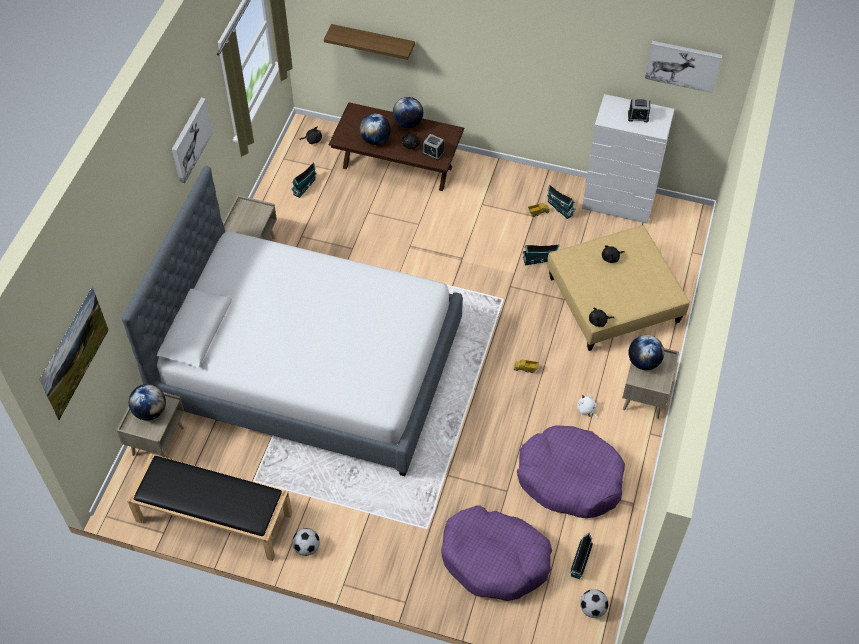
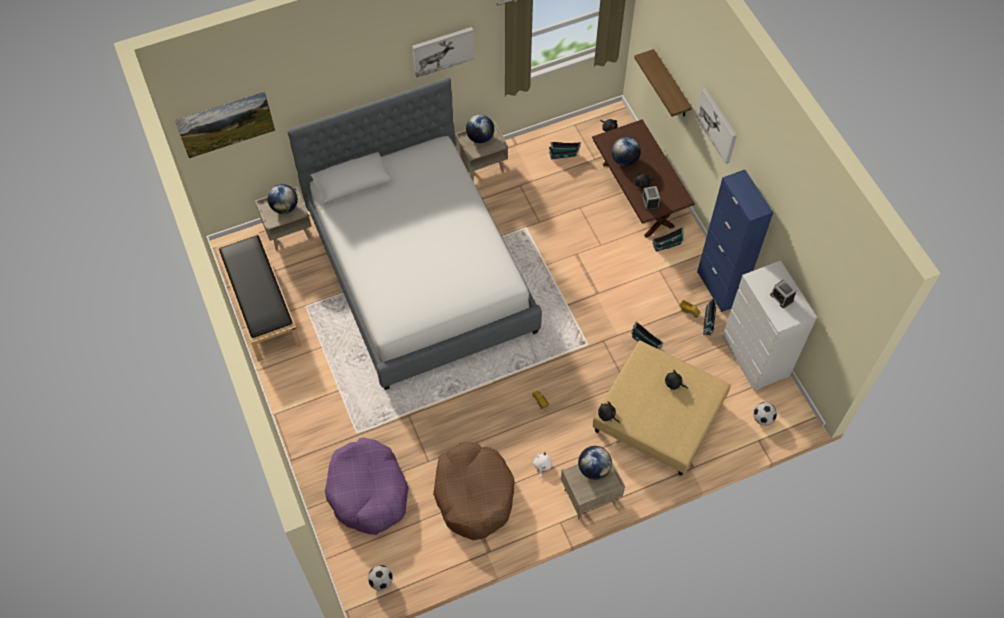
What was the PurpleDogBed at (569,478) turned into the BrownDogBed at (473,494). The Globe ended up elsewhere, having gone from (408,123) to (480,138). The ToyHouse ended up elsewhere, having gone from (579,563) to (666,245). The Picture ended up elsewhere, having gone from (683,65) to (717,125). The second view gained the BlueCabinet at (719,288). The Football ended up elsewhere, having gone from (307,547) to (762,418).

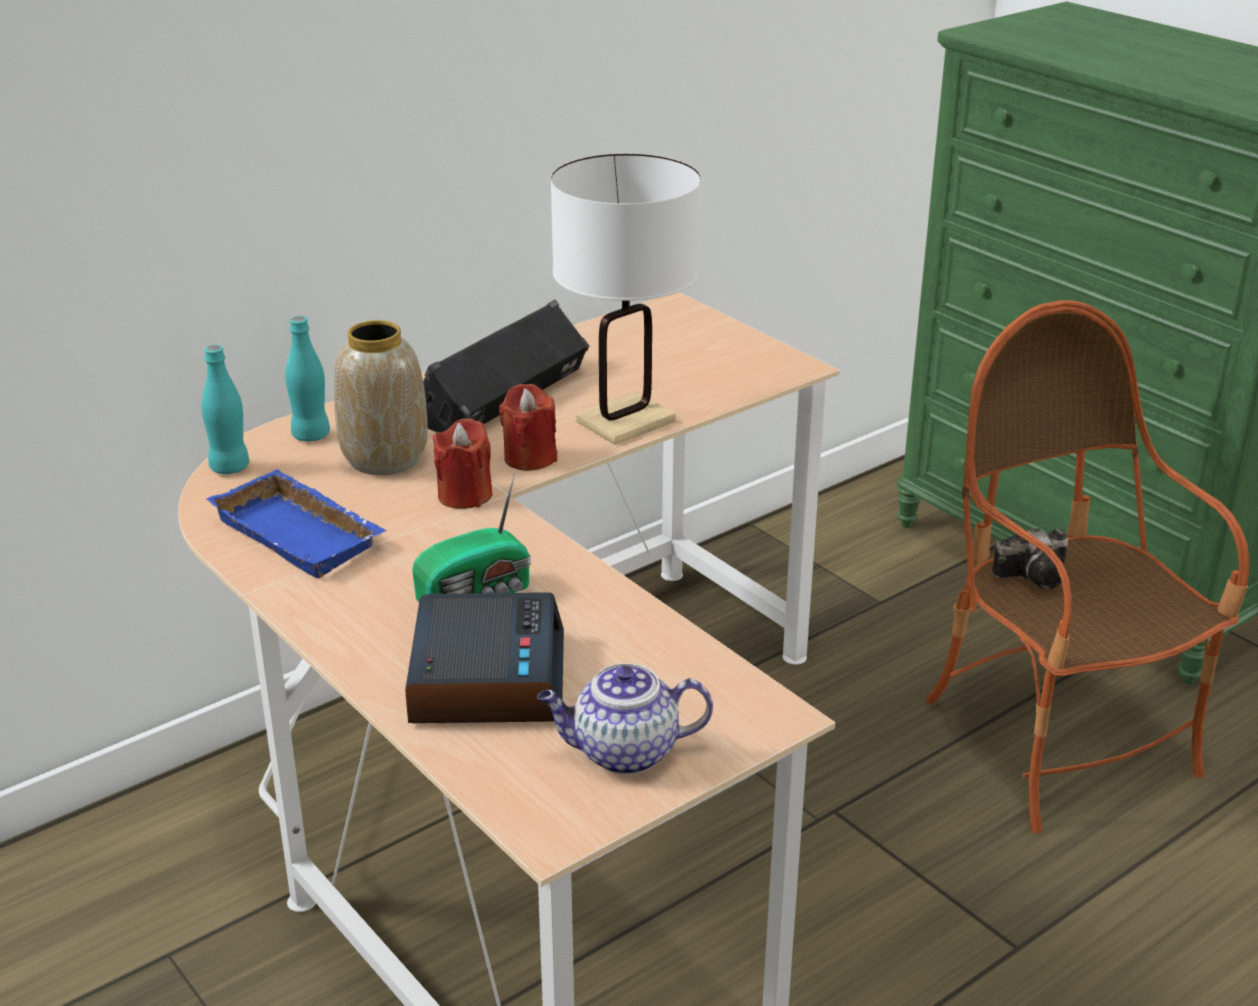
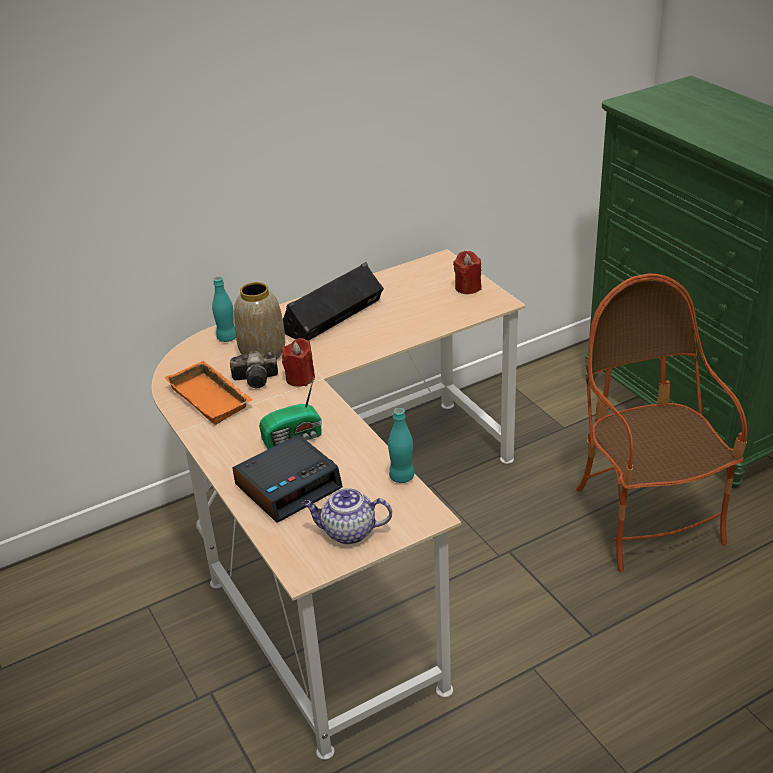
What was the BlueTray at (303,533) turned into the OrangeTray at (212,398). The PhotoCamera ended up elsewhere, having gone from (1036,575) to (258,379). The AlarmClock at (486,677) ended up facing another way, 45 degrees clockwise from before. The TurquoiseBottle ended up elsewhere, having gone from (230,467) to (402,477). The RedCandle ended up elsewhere, having gone from (530,458) to (468,287). The second view lost the WhiteTableLamp at (625,422).

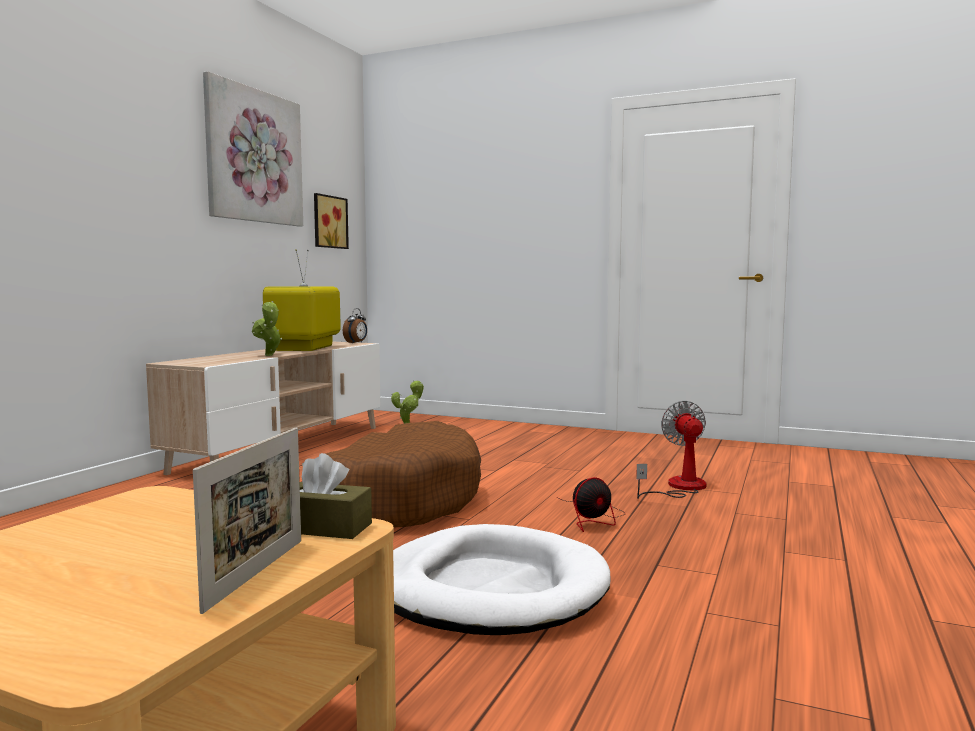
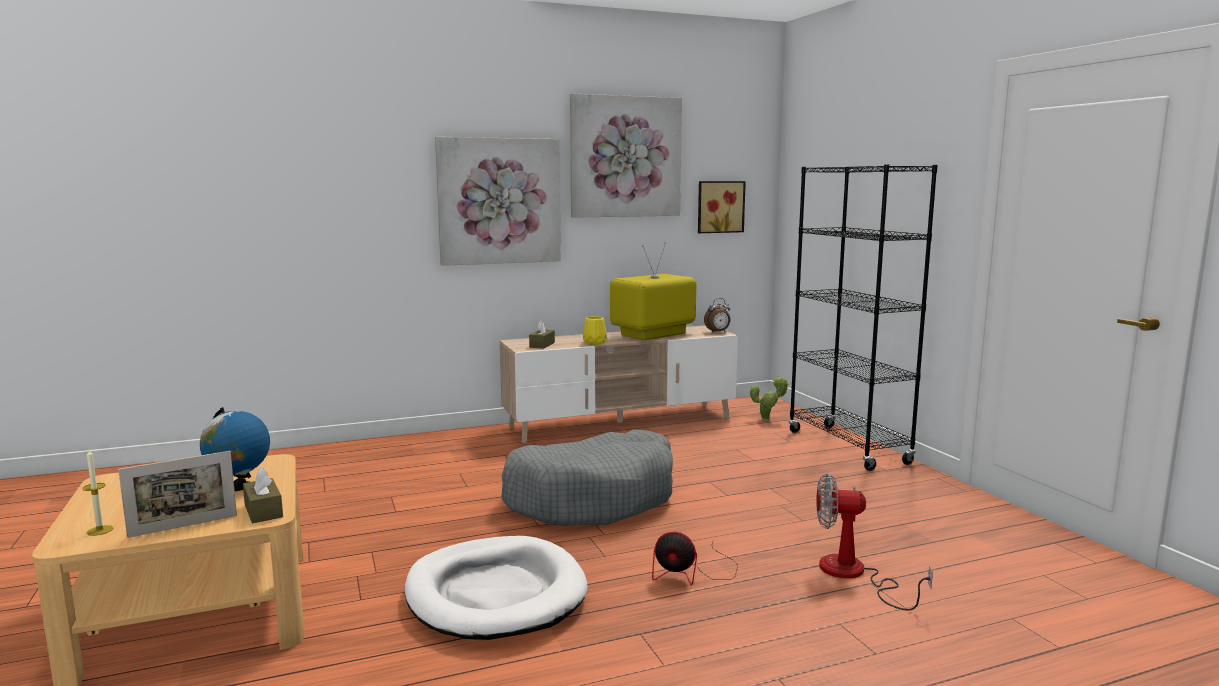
The second view gained the Candle at (100,530). The second view gained the Globe at (239,487). The second view gained the Picture at (499,201). What was the BrownDogBed at (395,500) turned into the GreyDogBed at (592,498). The second view gained the BrownTissueBox at (542,345). Where the PottedPlant stood at (269,355), the YellowVase came to stand at (595,342). The second view gained the BlackBookcase at (848,447). The Fan at (679,488) ended up facing another way, 120 degrees counterclockwise from before.

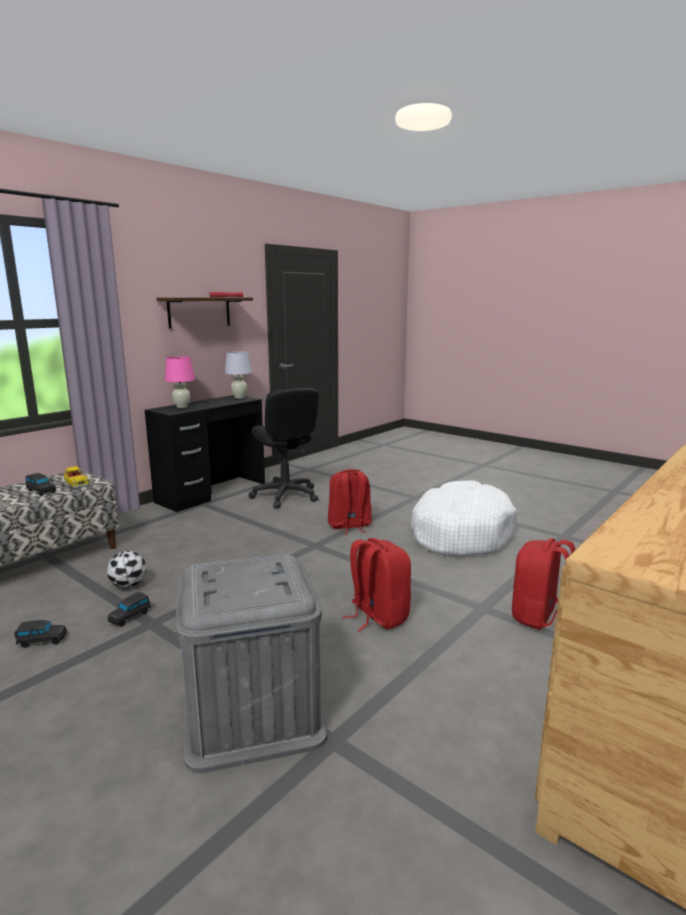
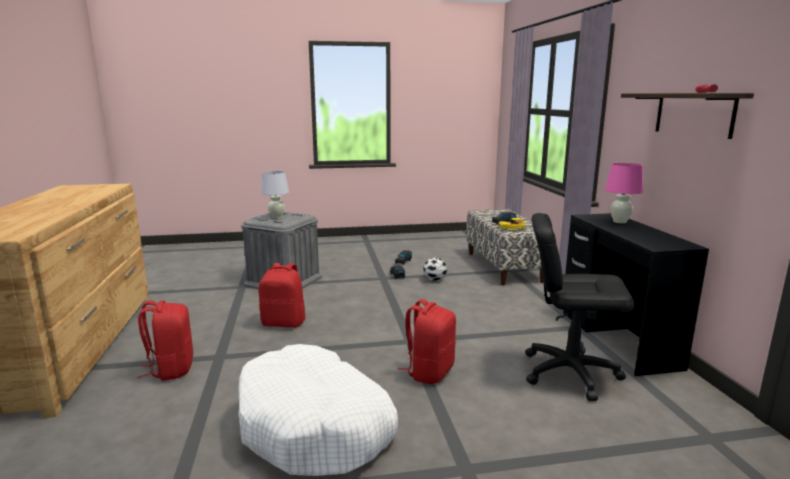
The WhiteTableLamp ended up elsewhere, having gone from (239,397) to (277,217).

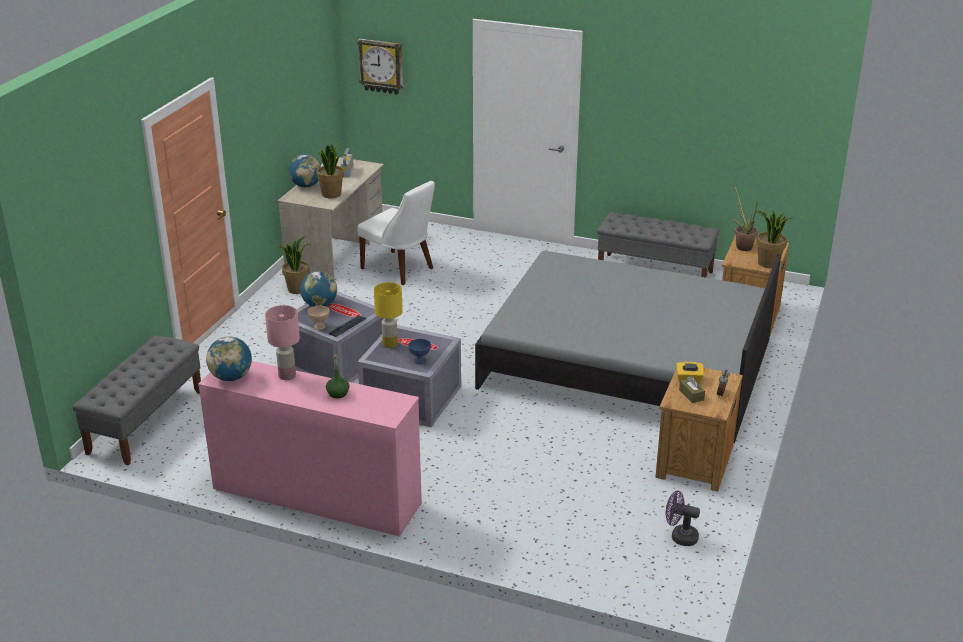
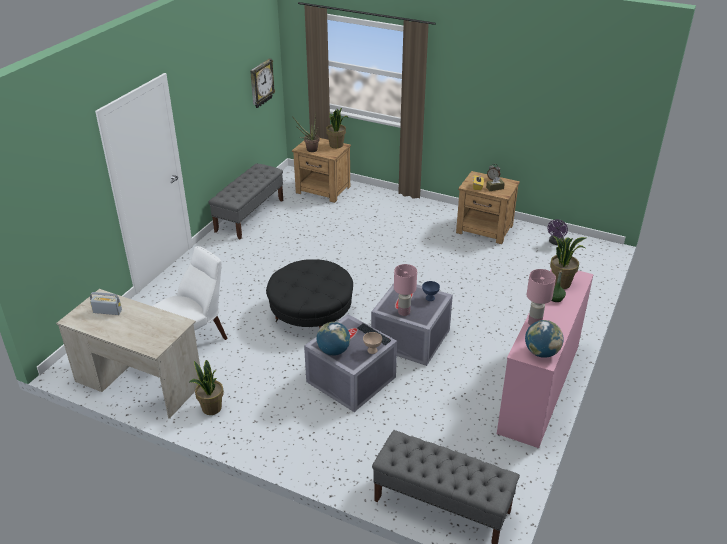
The WallClock ended up elsewhere, having gone from (381,66) to (261,83). The second view gained the BlackOttoman at (311,314). What was the YellowTableLamp at (390,344) turned into the PinkTableLamp at (403,312). The PottedPlant ended up elsewhere, having gone from (332,194) to (561,283). The second view lost the Globe at (306,186). The second view lost the GreyBed at (627,363).

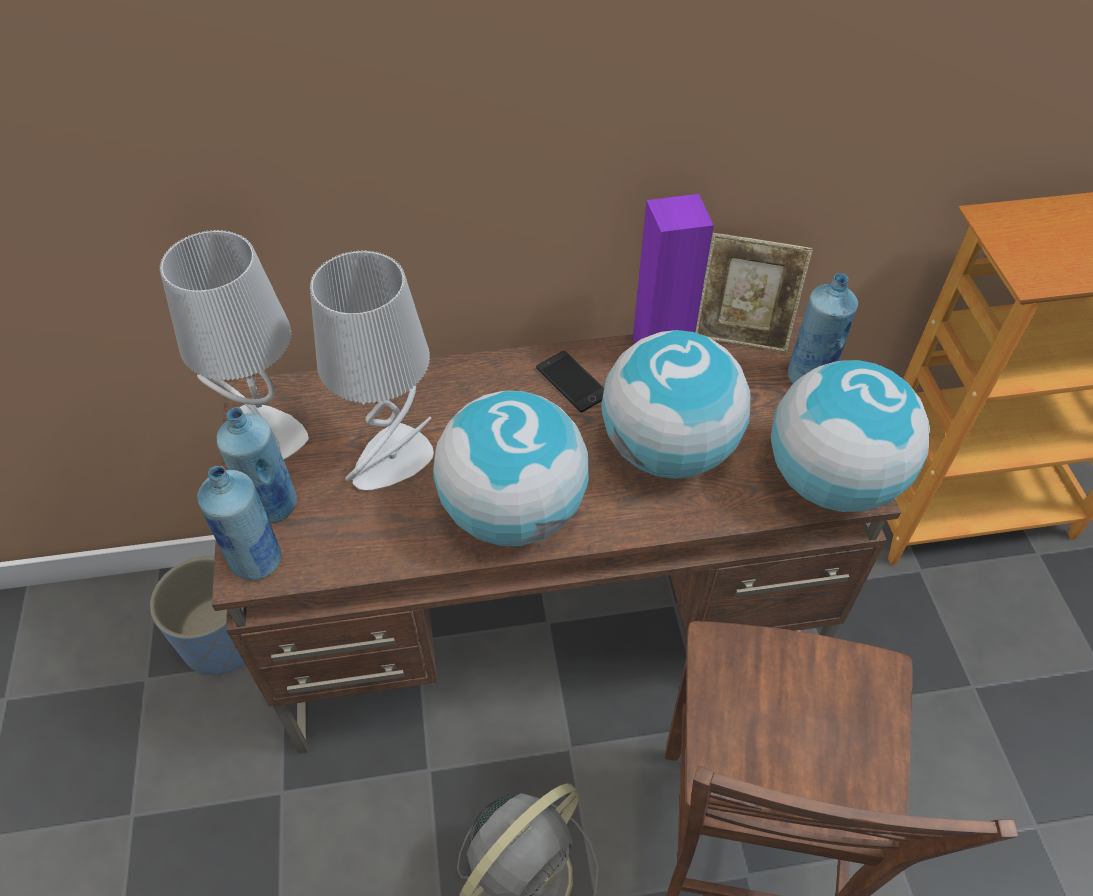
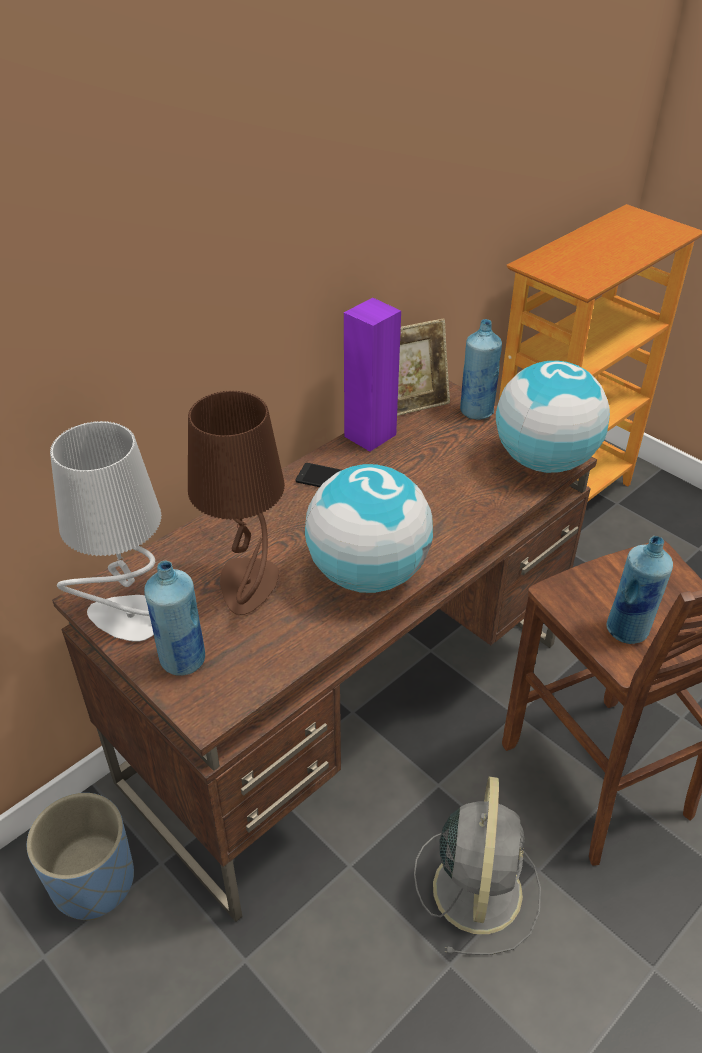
What was the GreyTableLamp at (392,461) turned into the BrownTableLamp at (248,586). The BlueBottle ended up elsewhere, having gone from (256,561) to (628,630). The second view lost the Globe at (668,449).

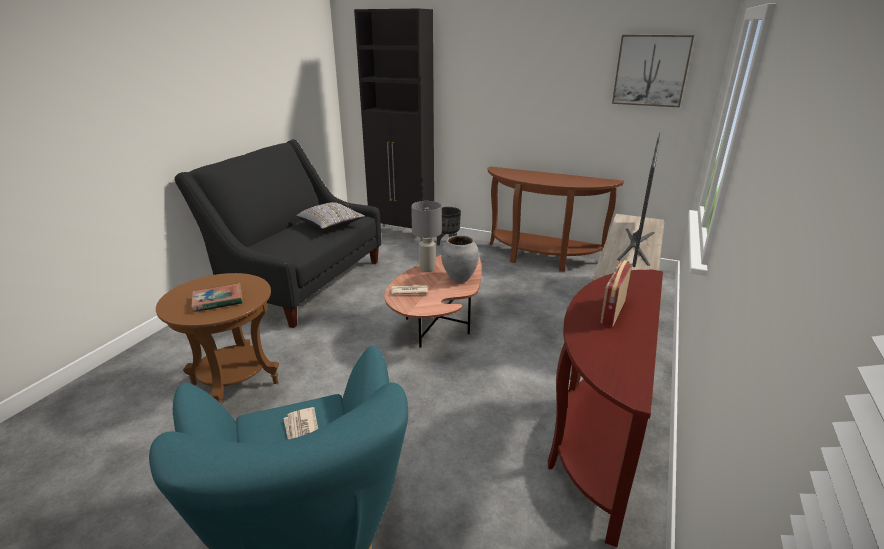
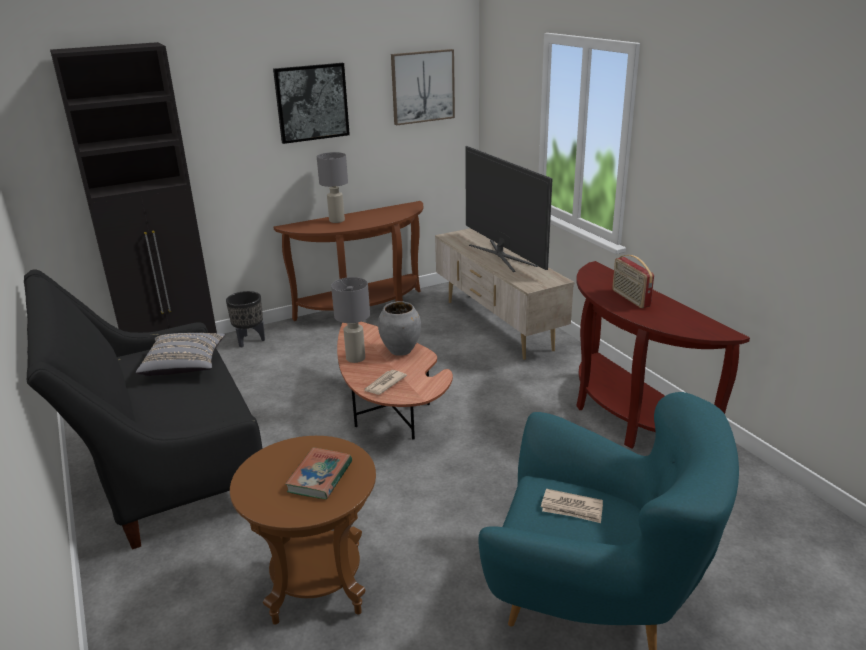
The second view gained the Picture at (311,102). The second view gained the GreyTableLamp at (336,220).

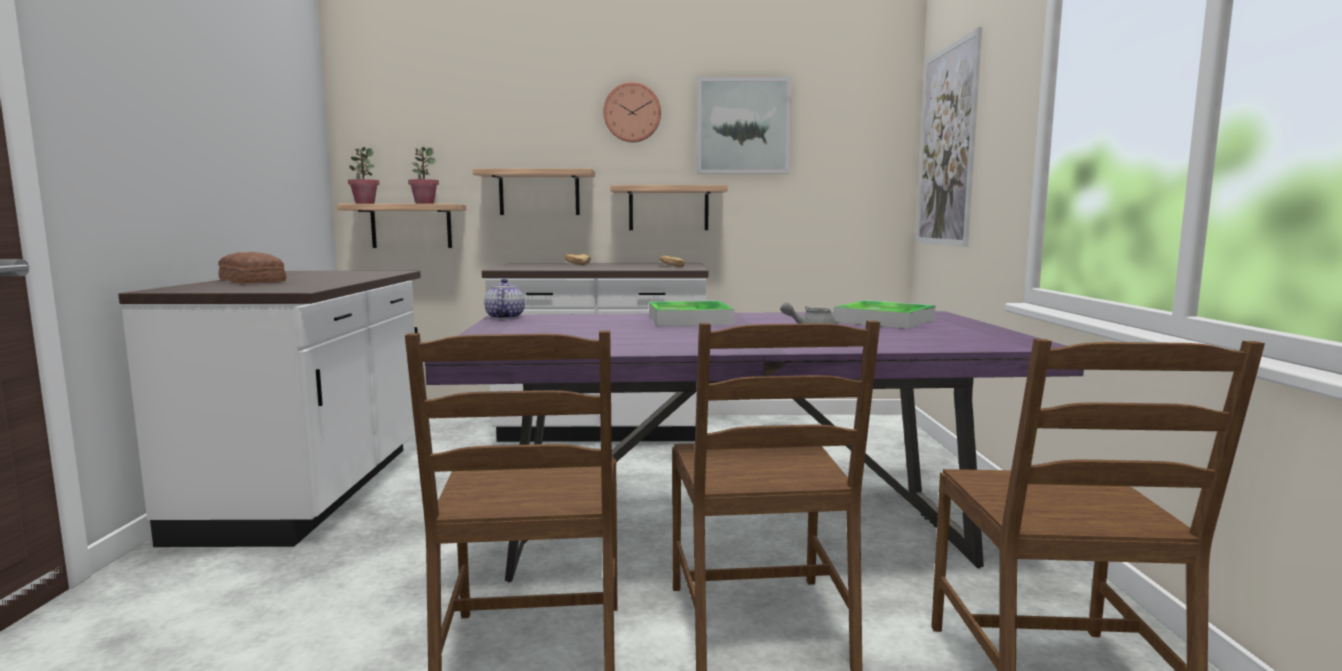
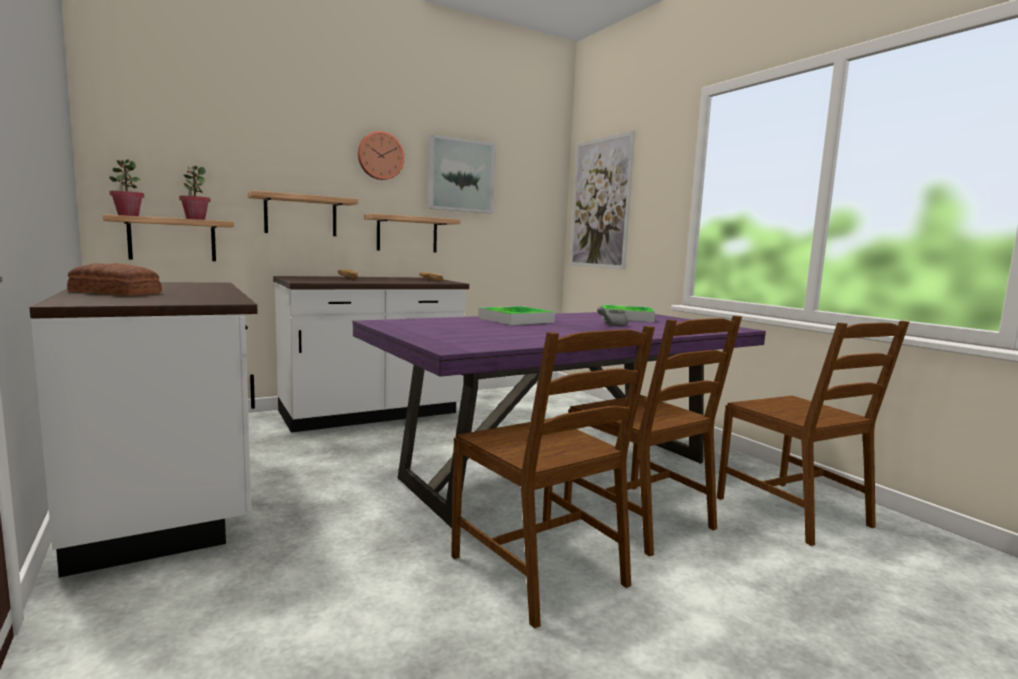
The second view lost the Teapot at (504,317).

